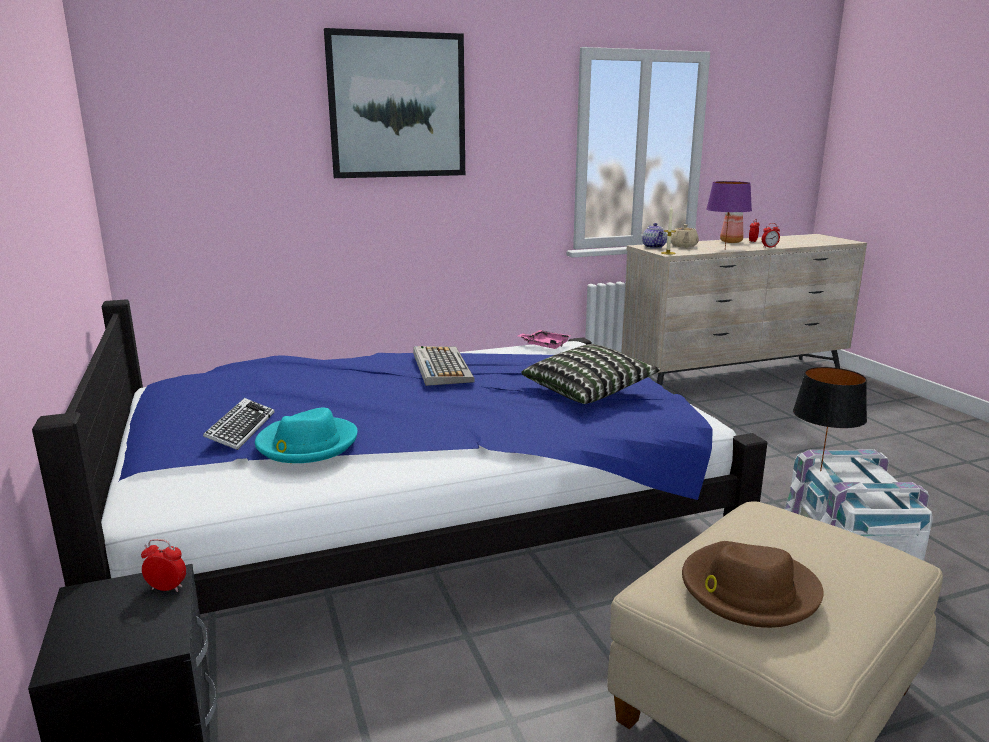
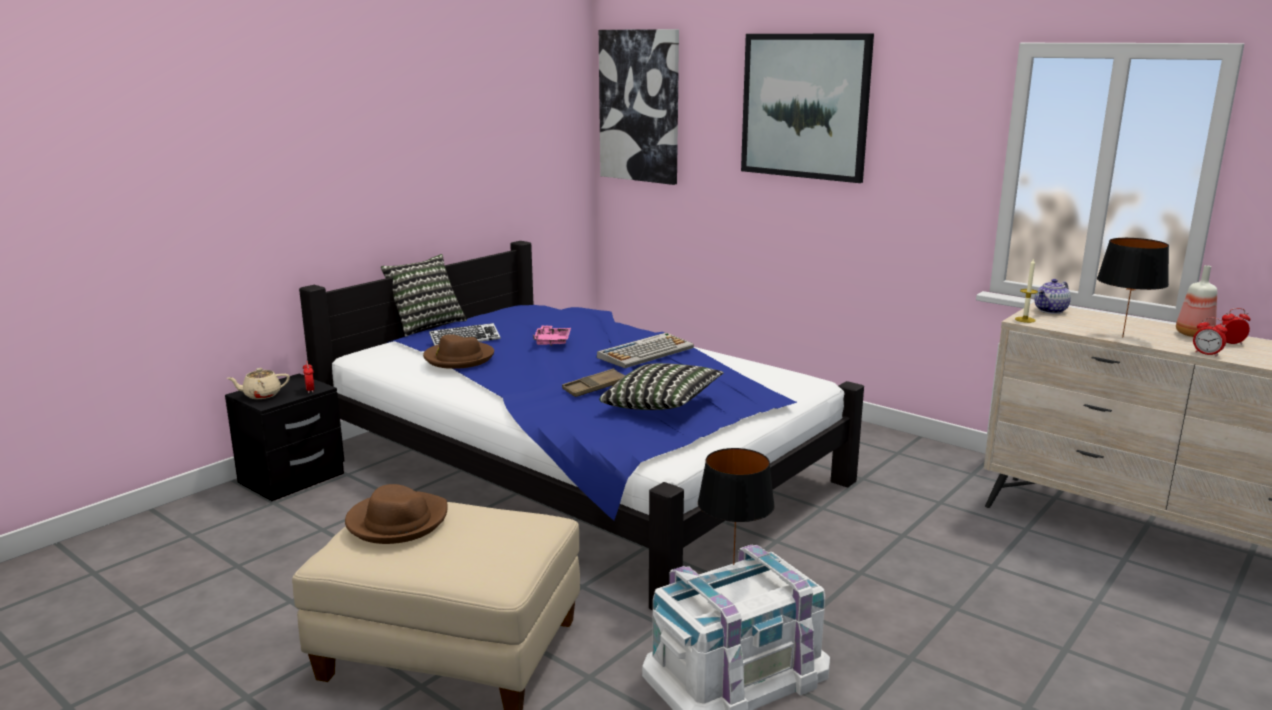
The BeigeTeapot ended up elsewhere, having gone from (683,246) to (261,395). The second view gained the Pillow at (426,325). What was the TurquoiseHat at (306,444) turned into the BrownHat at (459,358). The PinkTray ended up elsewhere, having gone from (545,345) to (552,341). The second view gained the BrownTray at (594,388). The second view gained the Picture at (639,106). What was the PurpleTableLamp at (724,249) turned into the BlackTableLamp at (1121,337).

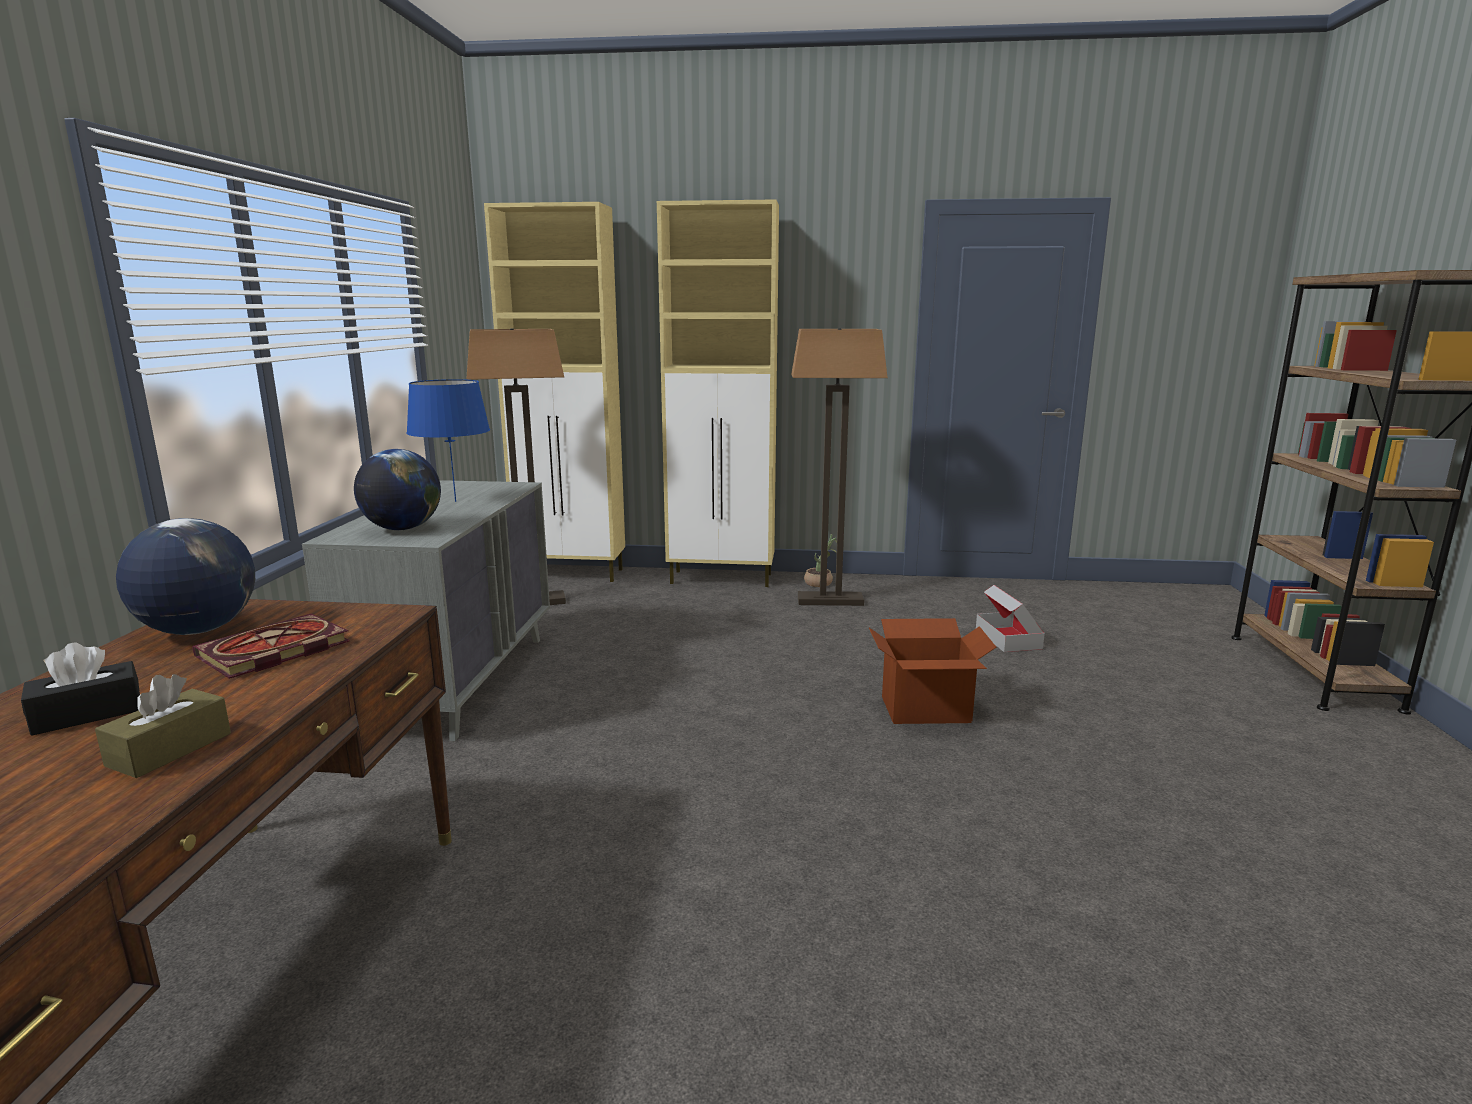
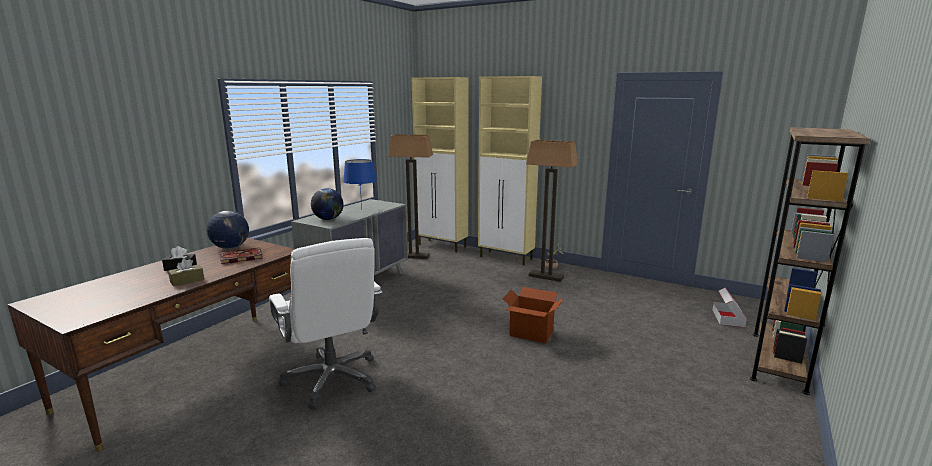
The second view gained the WhiteOfficeChair at (332,379). The CardboardBox ended up elsewhere, having gone from (1008,639) to (728,318).

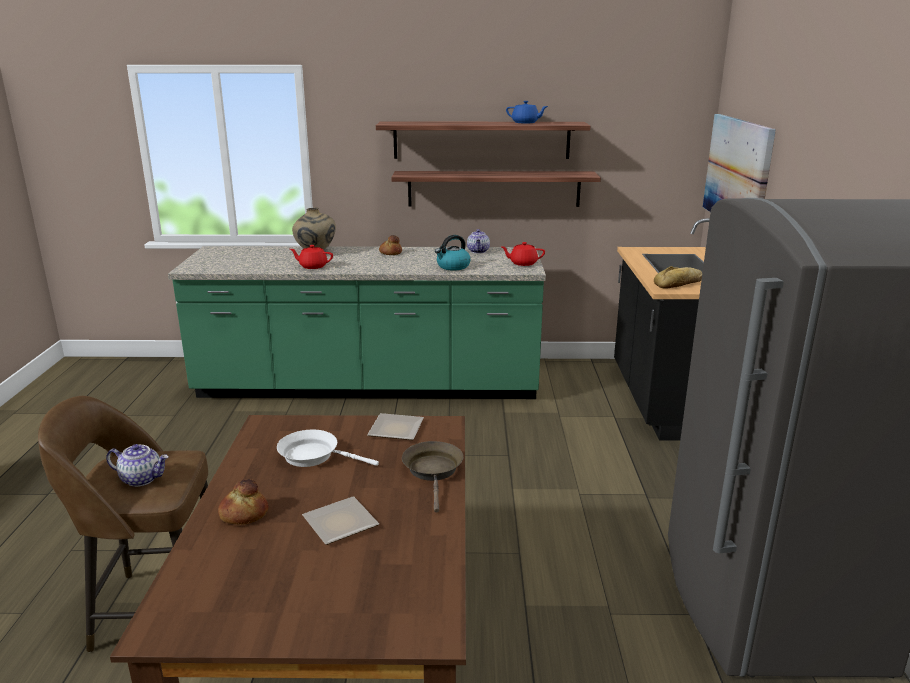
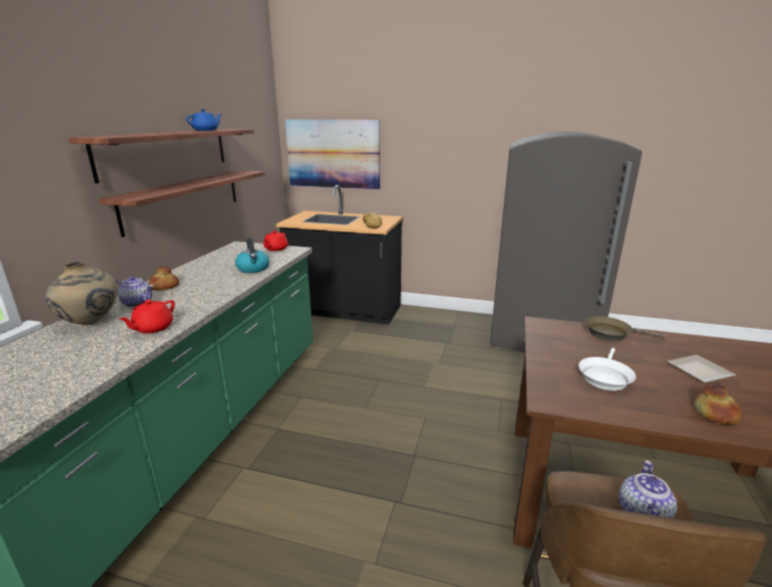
The Teapot ended up elsewhere, having gone from (478,251) to (137,303). The second view lost the Plate at (398,429).

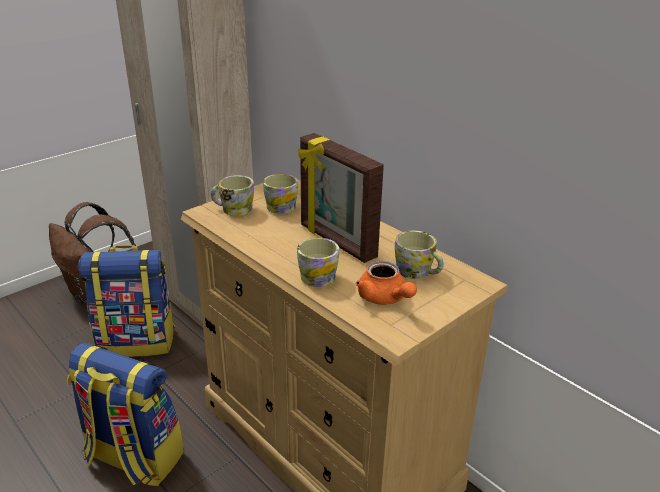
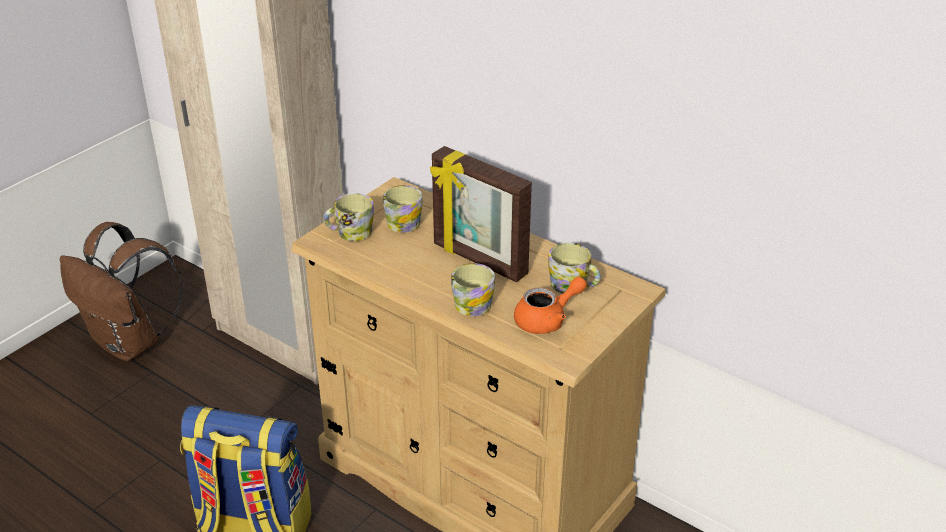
The OrangeTeapot at (384,298) ended up facing another way, 75 degrees counterclockwise from before. The second view lost the Backpack at (137,341).

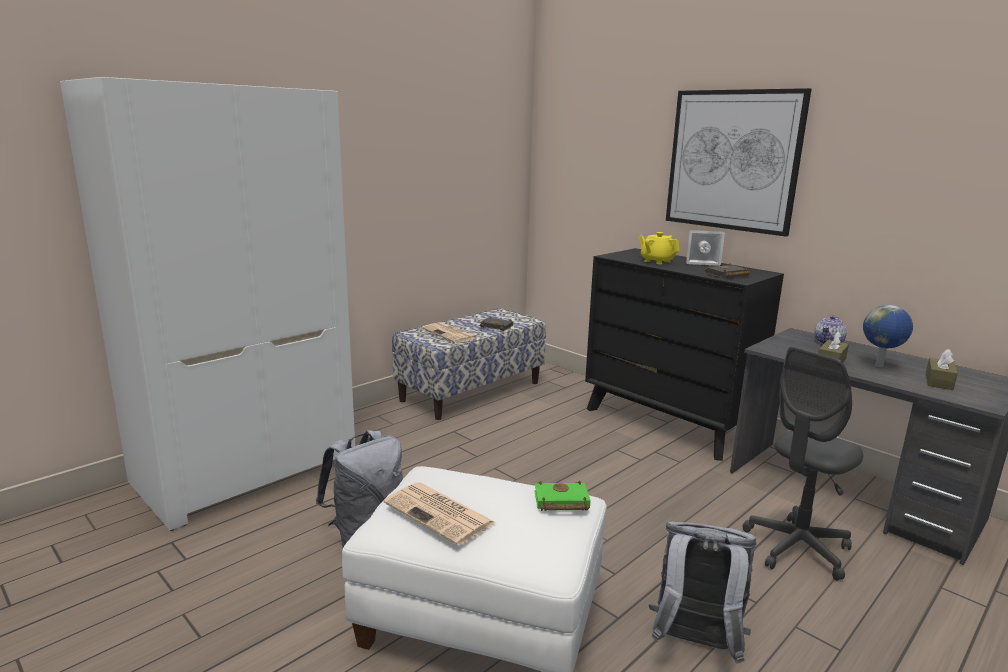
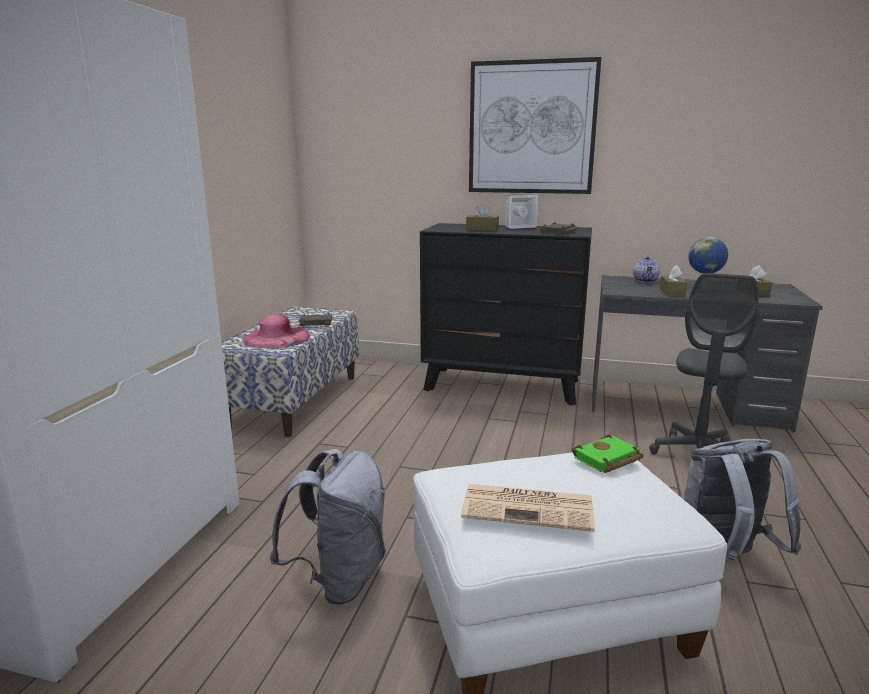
Where the Newspaper stood at (450,334), the PinkHat came to stand at (276,338). Where the YellowTeapot stood at (657,261), the BrownTissueBox came to stand at (482,229).

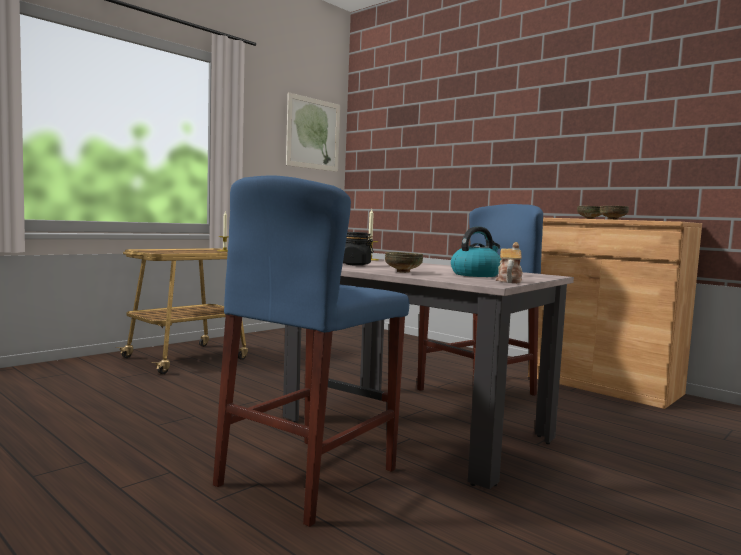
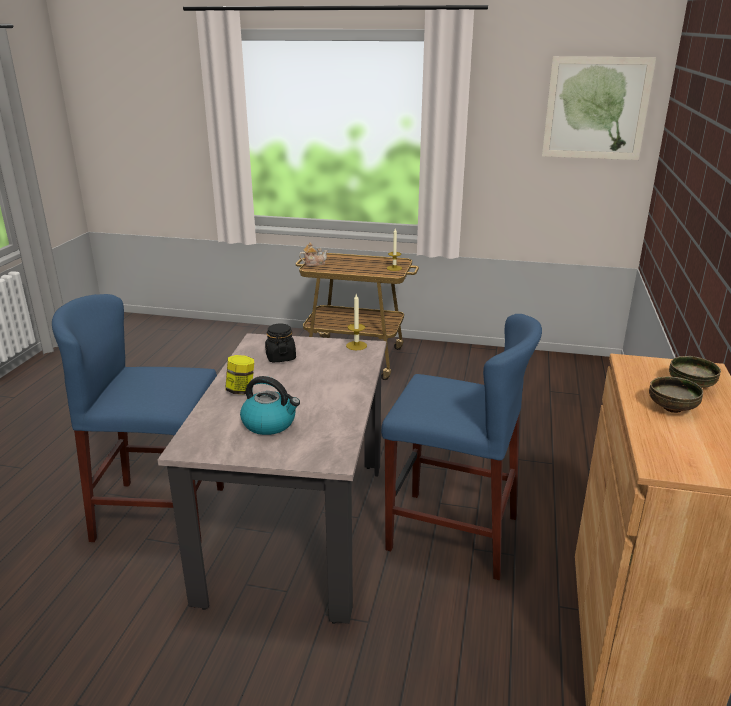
Where the Bowl stood at (402,272), the Jar came to stand at (241,390). The Teapot ended up elsewhere, having gone from (509,281) to (314,263).

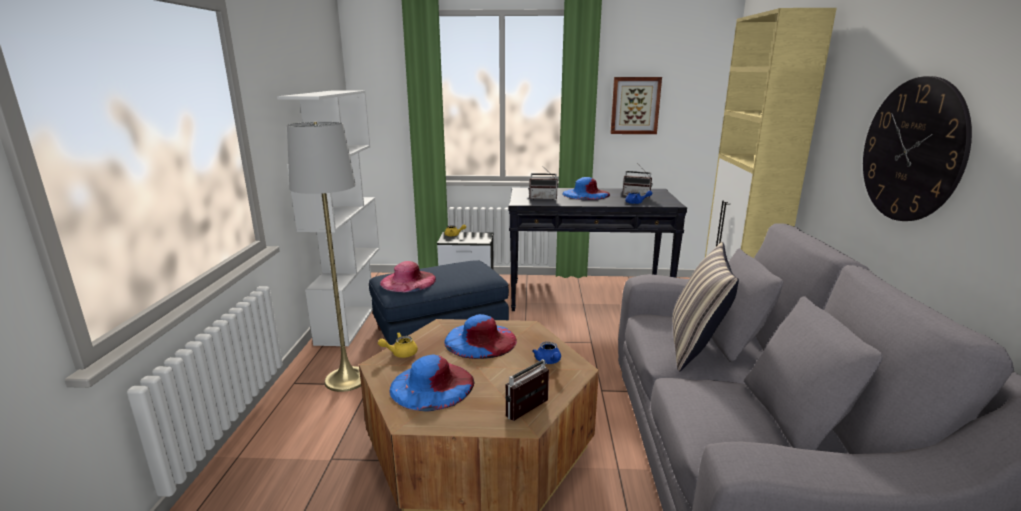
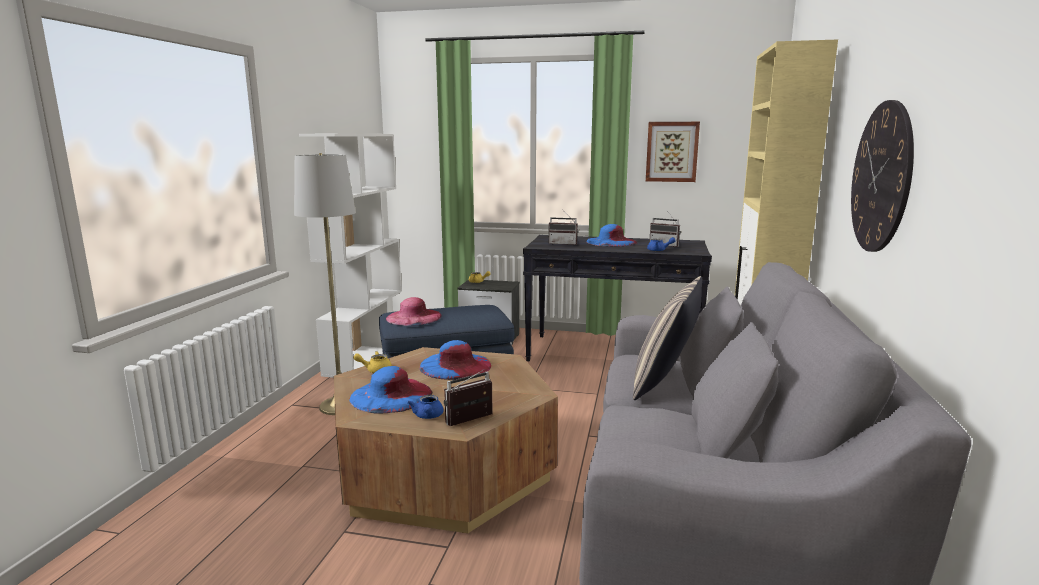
The BlueTeapot ended up elsewhere, having gone from (549,361) to (428,416).

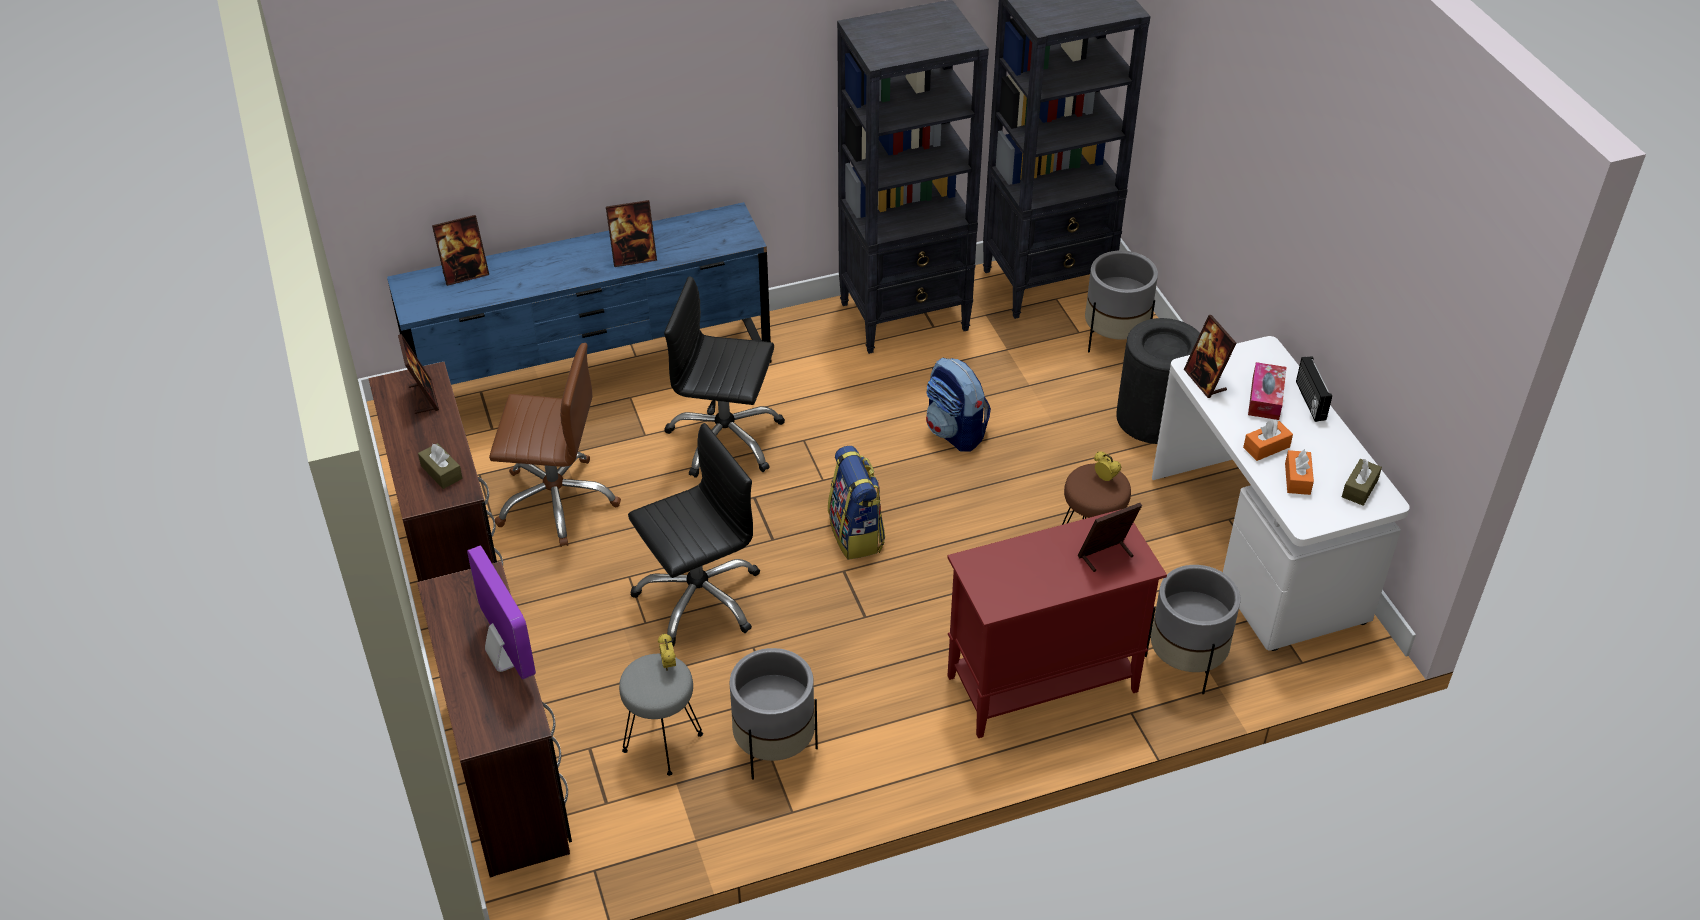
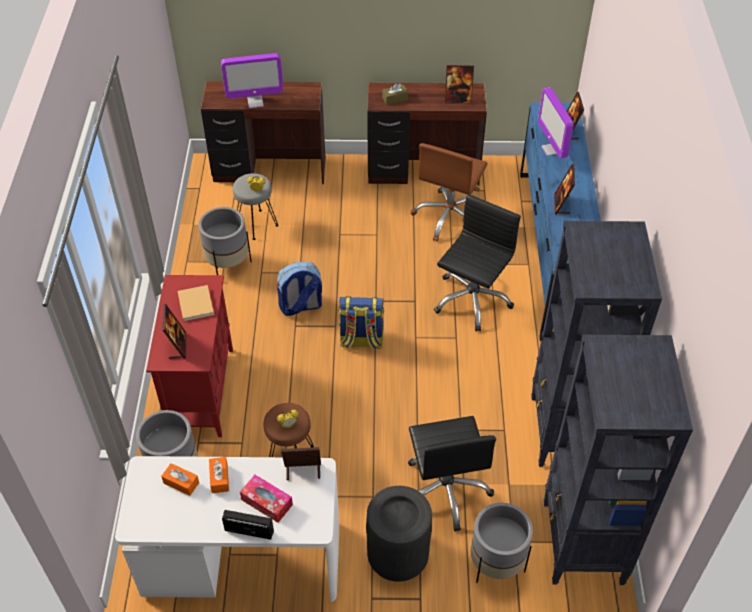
The second view gained the BeigeBook at (195,303). The Backpack ended up elsewhere, having gone from (955,432) to (300,306). The BlackOfficeChair ended up elsewhere, having gone from (699,597) to (446,490). The second view gained the Monitor at (552,149). The second view lost the BrownTissueBox at (1359,488).

